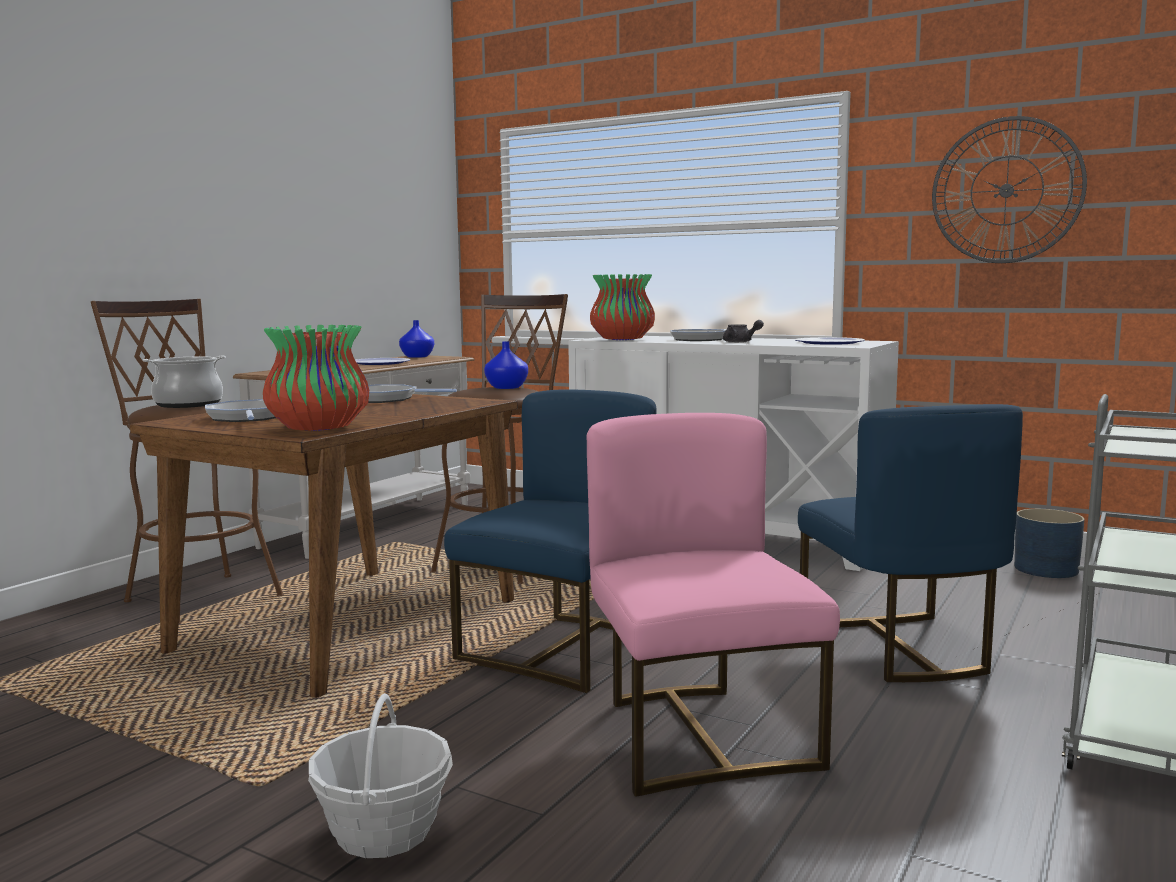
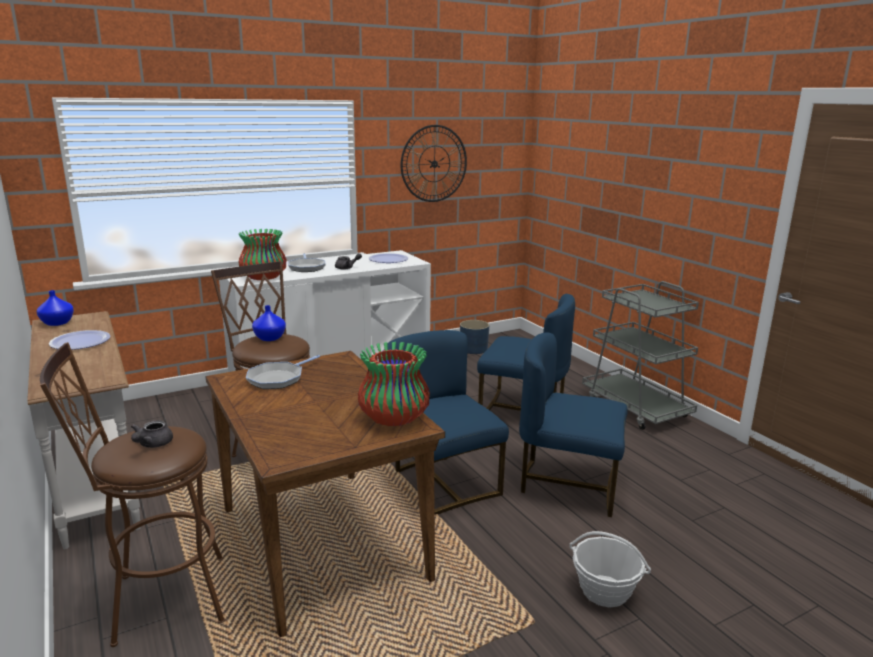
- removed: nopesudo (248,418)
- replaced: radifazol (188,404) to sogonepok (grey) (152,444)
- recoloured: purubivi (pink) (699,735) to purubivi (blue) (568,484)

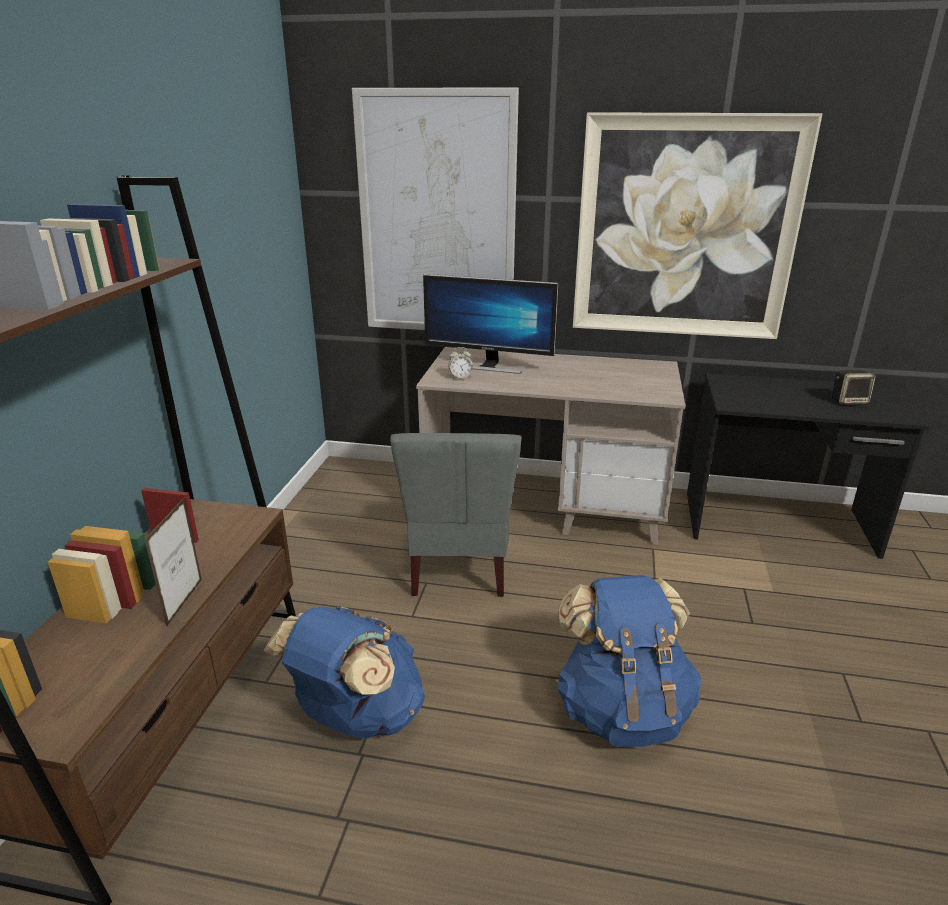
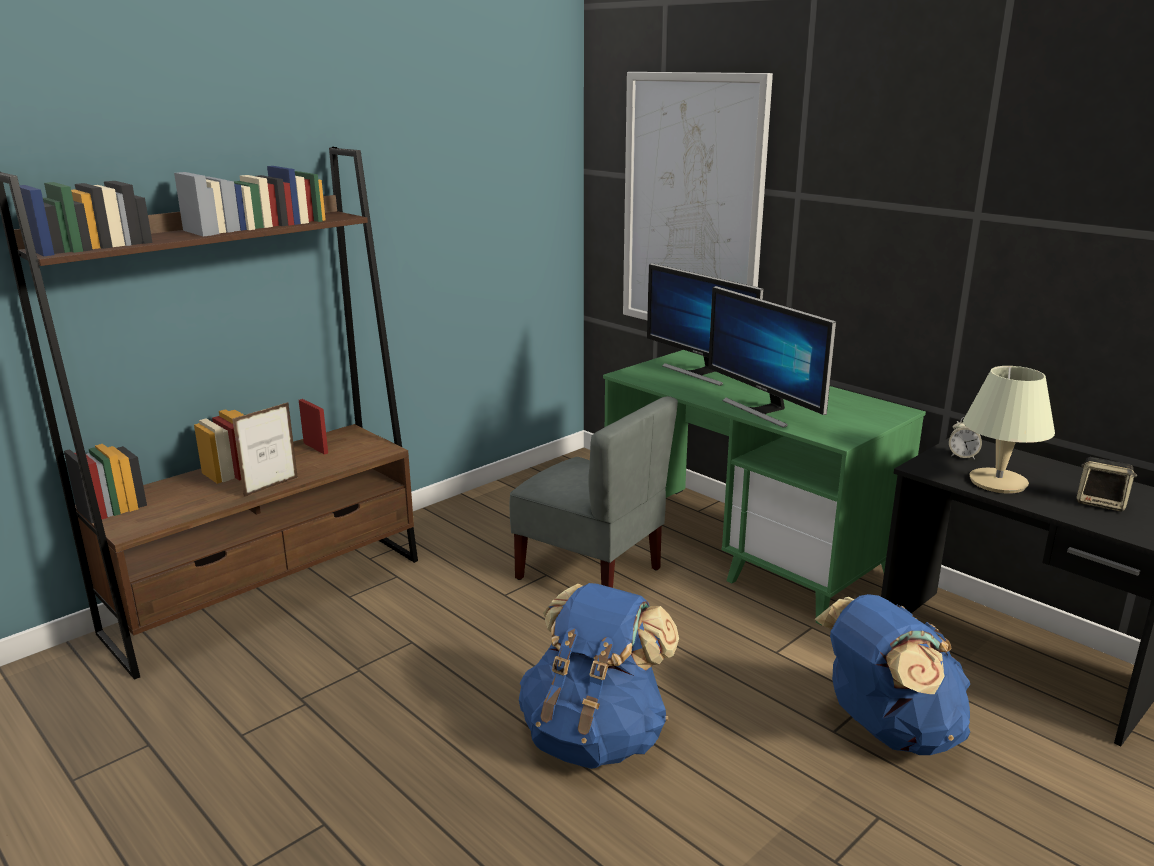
- removed: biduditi (685,229)
- added: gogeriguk (764,410)
- added: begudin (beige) (997,482)
- moved: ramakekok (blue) (356,717) to (887,730)
- moved: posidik (460,377) to (962,456)
- recoloured: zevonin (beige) (546,504) to zevonin (green) (746,549)
- turned: purubivi (grey) (459,566) = (591,573) 90 degrees counterclockwise

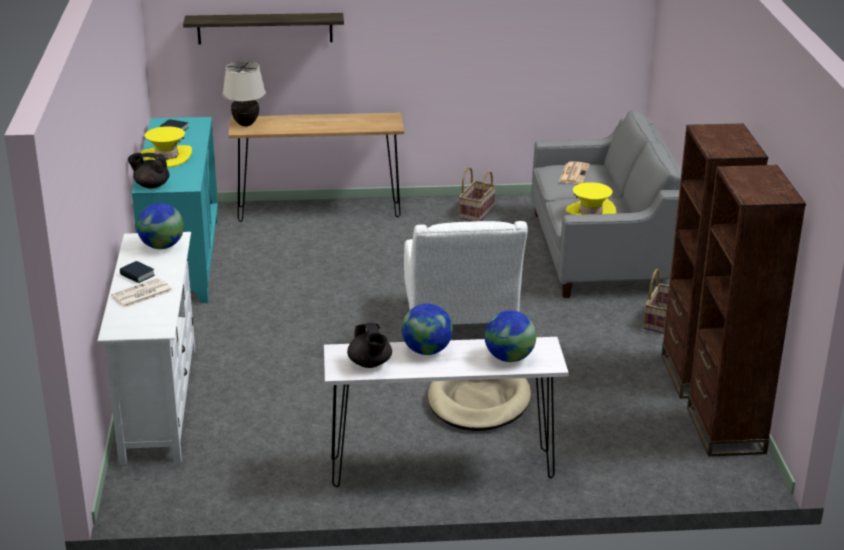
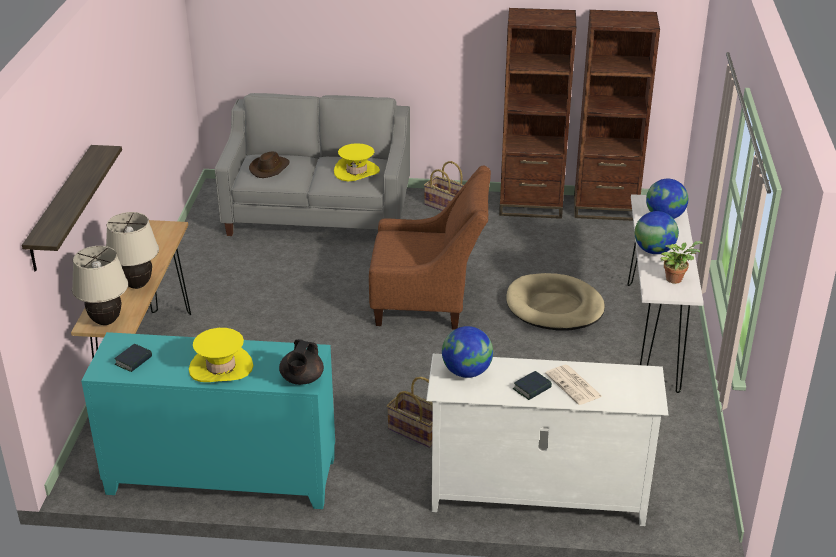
- added: begudin (beige) (137,285)
- moved: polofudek (476,212) to (415,431)
- replaced: sogonepok (black) (370,364) to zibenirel (675,278)
- replaced: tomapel (573,173) to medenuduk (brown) (270,168)
- recoloured: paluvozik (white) (460,326) to paluvozik (brown) (429,301)

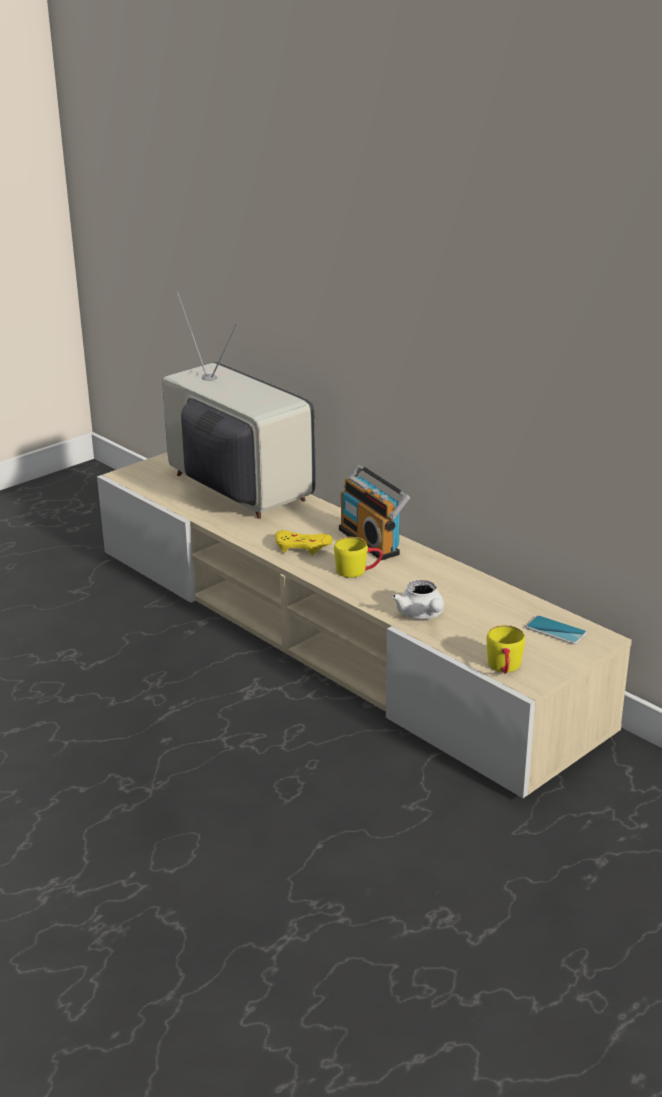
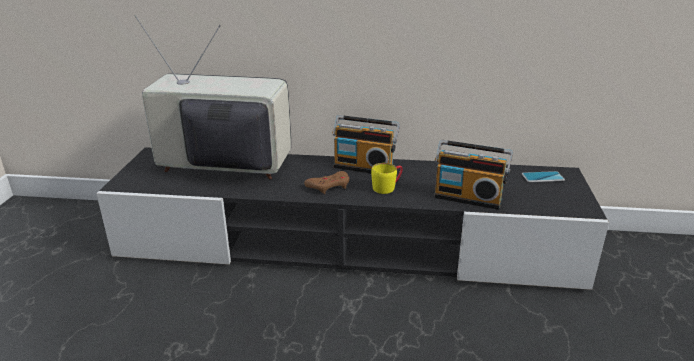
- removed: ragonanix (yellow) (505,668)
- replaced: sogonepok (white) (422,615) to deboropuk (468,197)
- recoloured: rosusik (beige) (333,636) to rosusik (black) (348,245)
- recoloured: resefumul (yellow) (302,547) to resefumul (brown) (329,186)

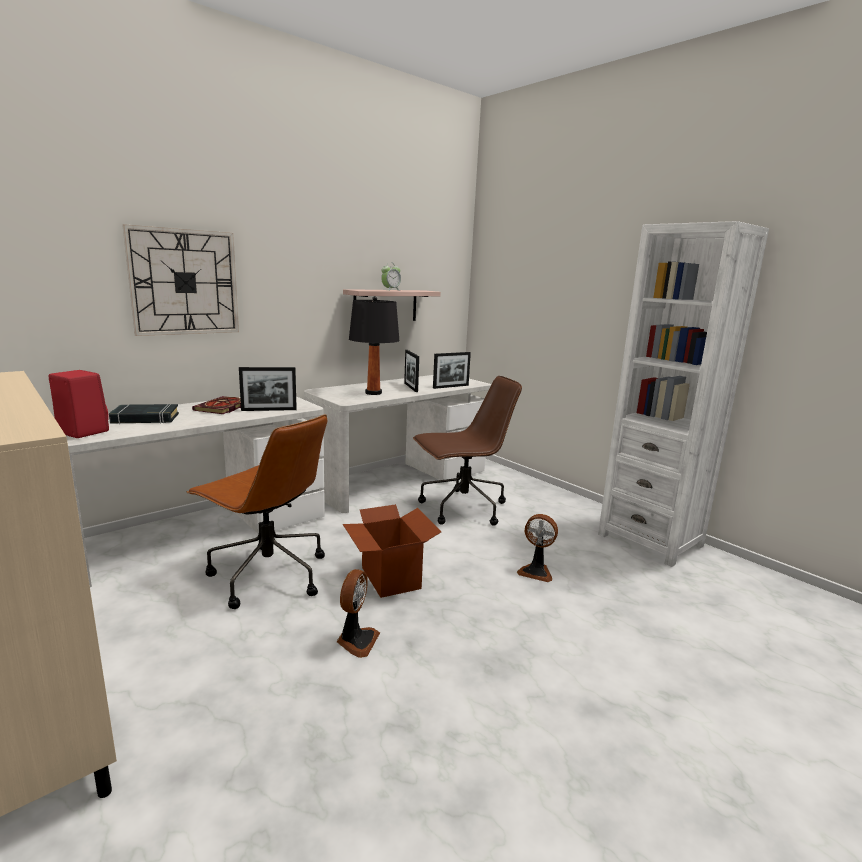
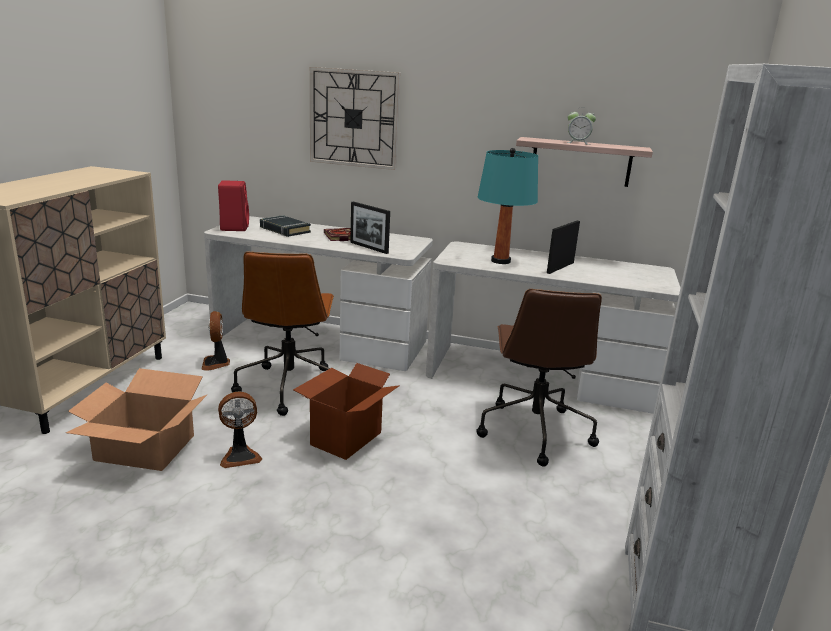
- removed: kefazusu (451,386)
- added: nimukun (145,448)
- moved: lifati (536,572) to (216,363)
- recoloured: begudin (black) (373,393) to begudin (turquoise) (500,261)
- turned: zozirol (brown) (462,509) = (534,431) 60 degrees clockwise

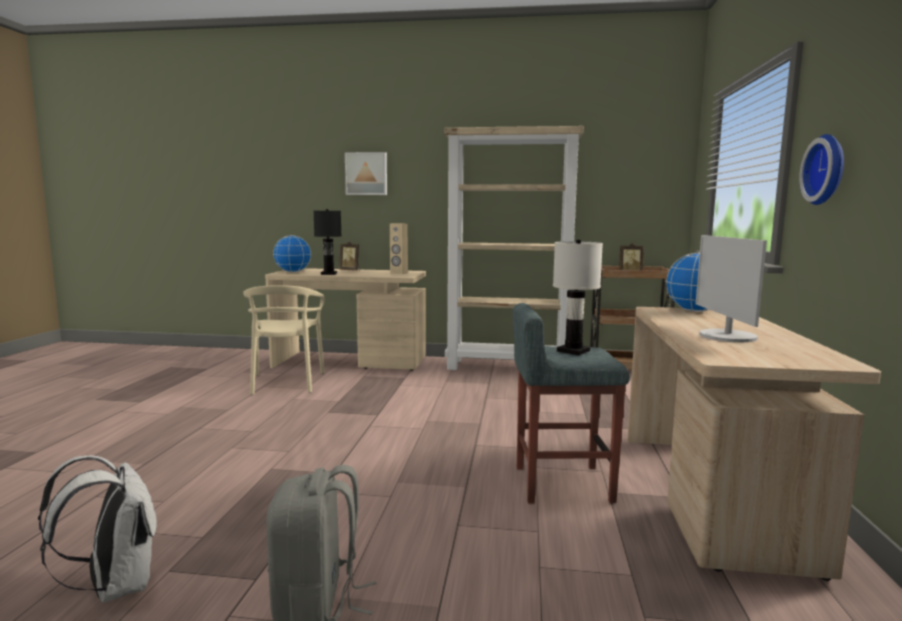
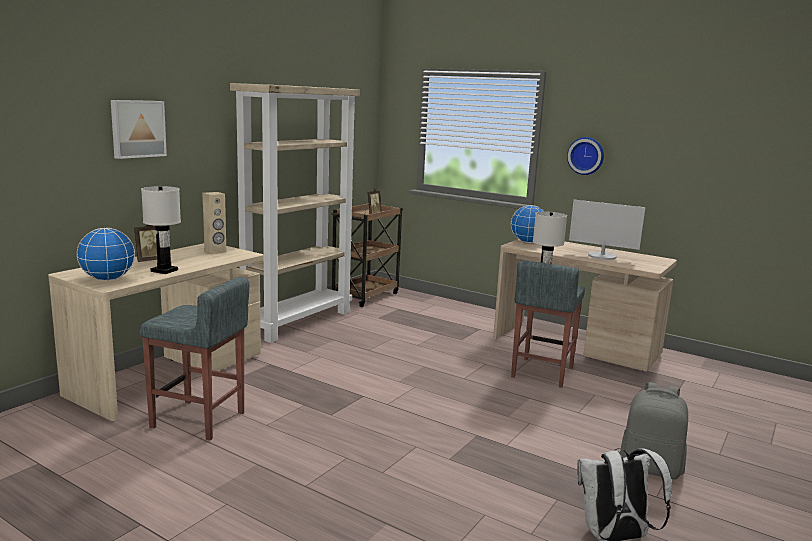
- replaced: purubivi (beige) (286,382) to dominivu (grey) (199,420)
- recoloured: begudin (black) (328,274) to begudin (white) (164,270)

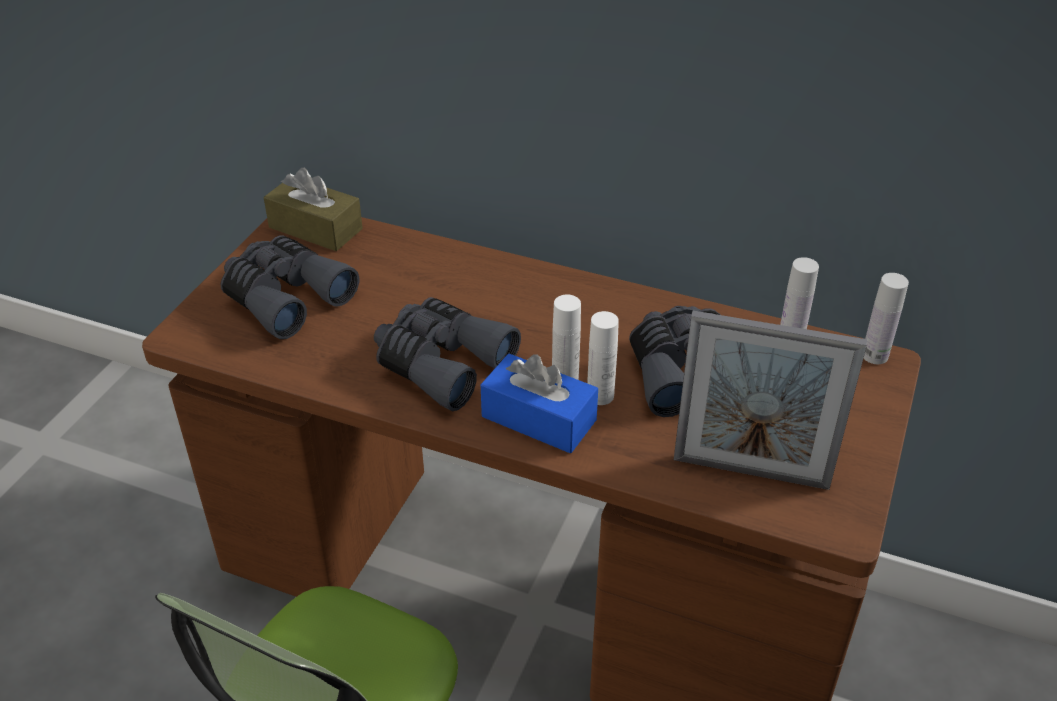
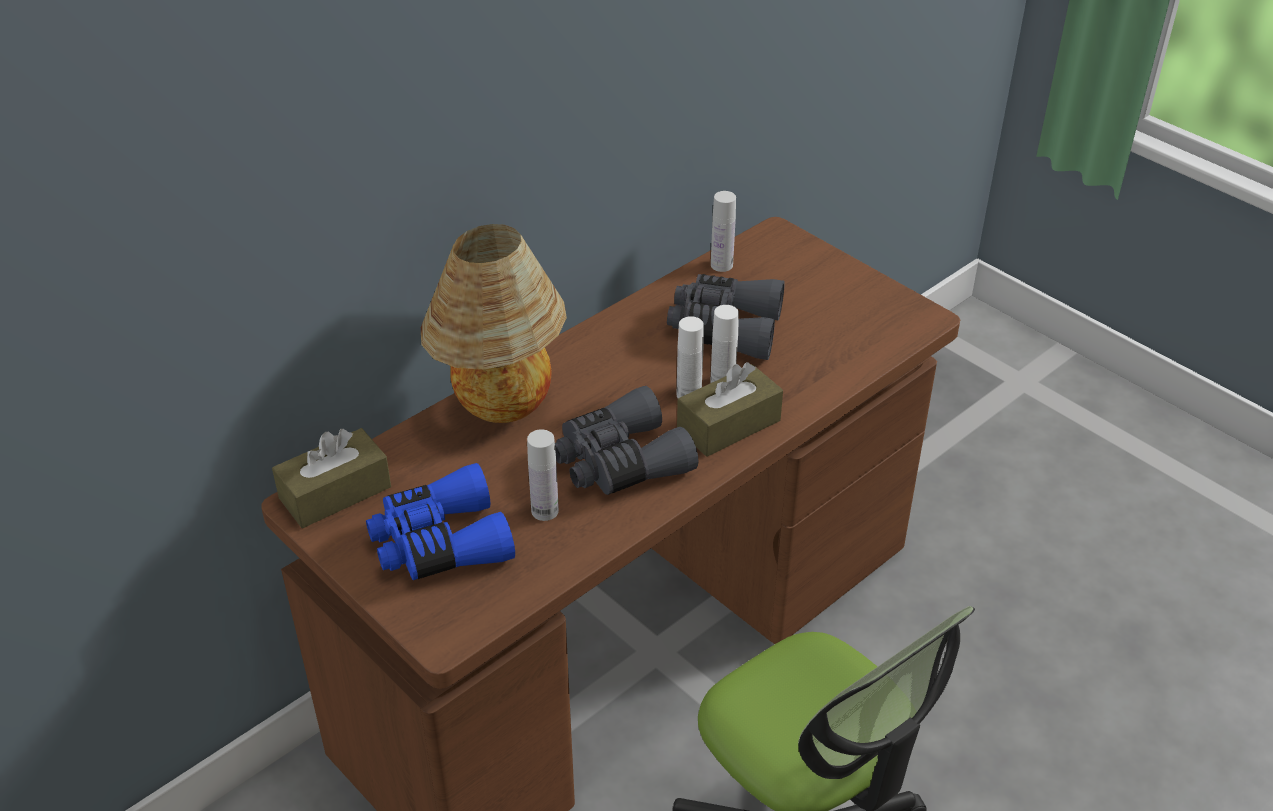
- removed: kefazusu (750,472)
- added: begudin (500,412)
- moved: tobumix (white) (874,355) to (545,511)
- recoloured: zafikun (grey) (285,297) to zafikun (blue) (439,543)
- recoloured: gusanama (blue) (539,418) to gusanama (brown) (728,425)

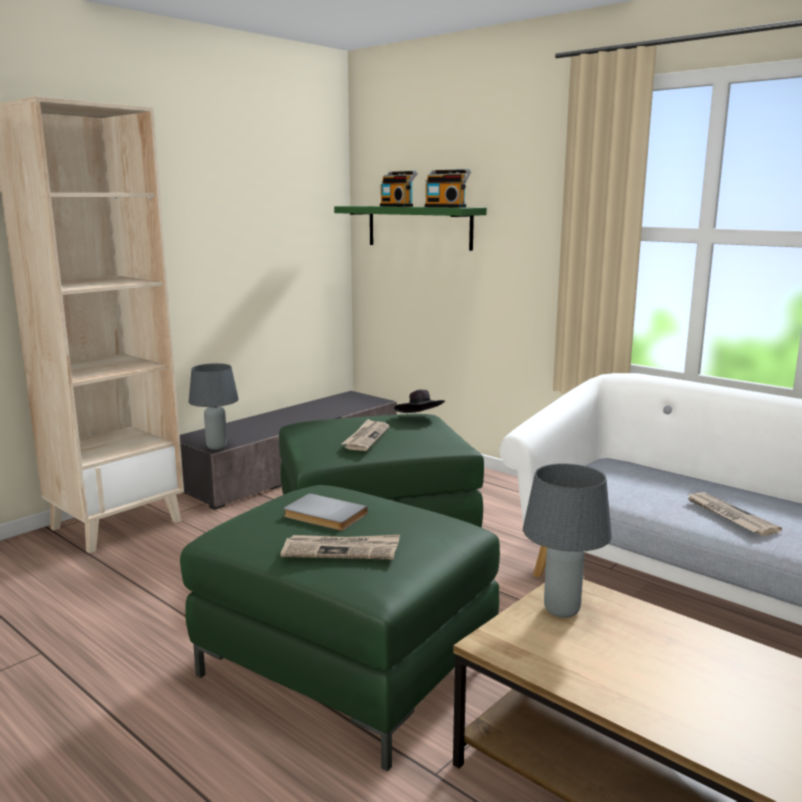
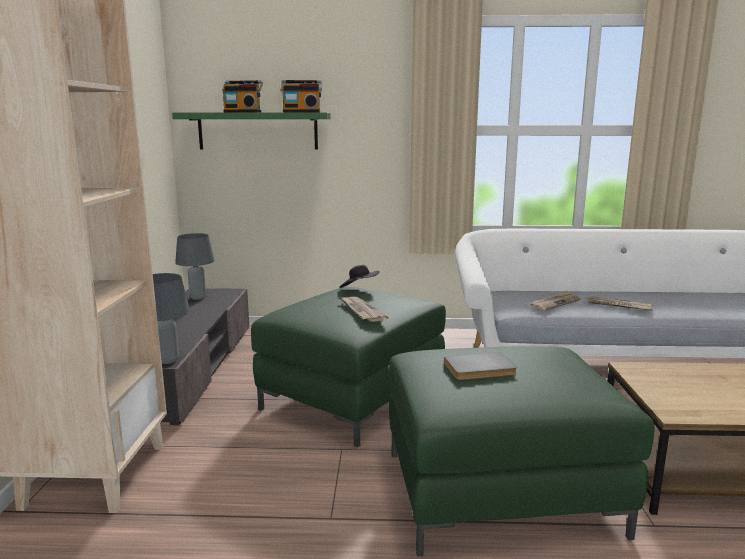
- moved: tomapel (341,550) to (555,303)
- moved: begudin (grey) (562,610) to (198,298)

